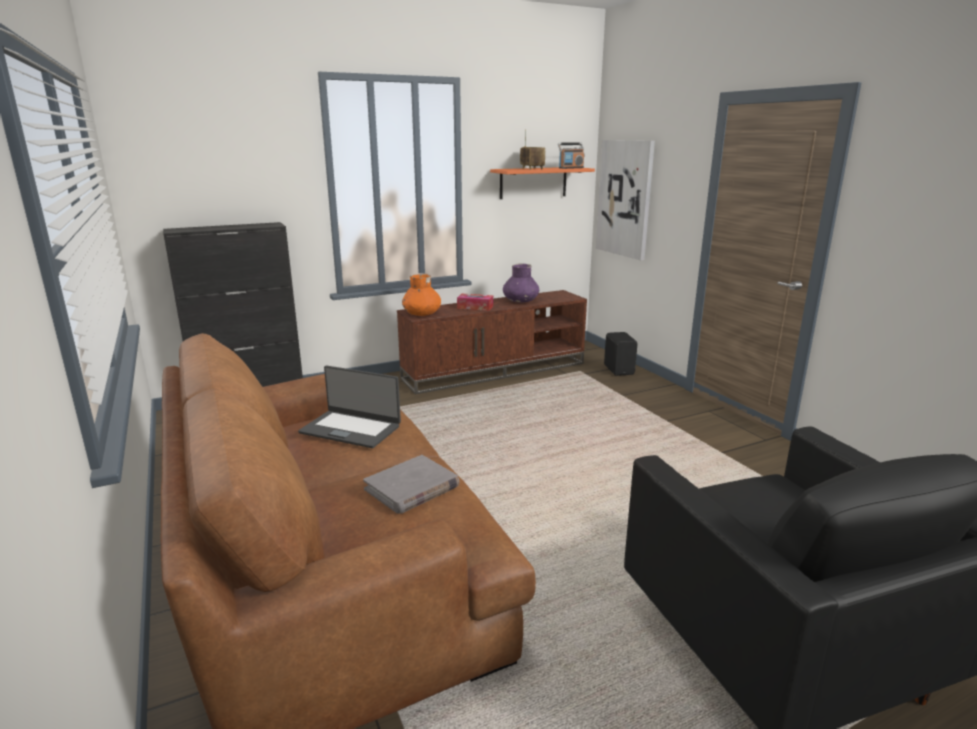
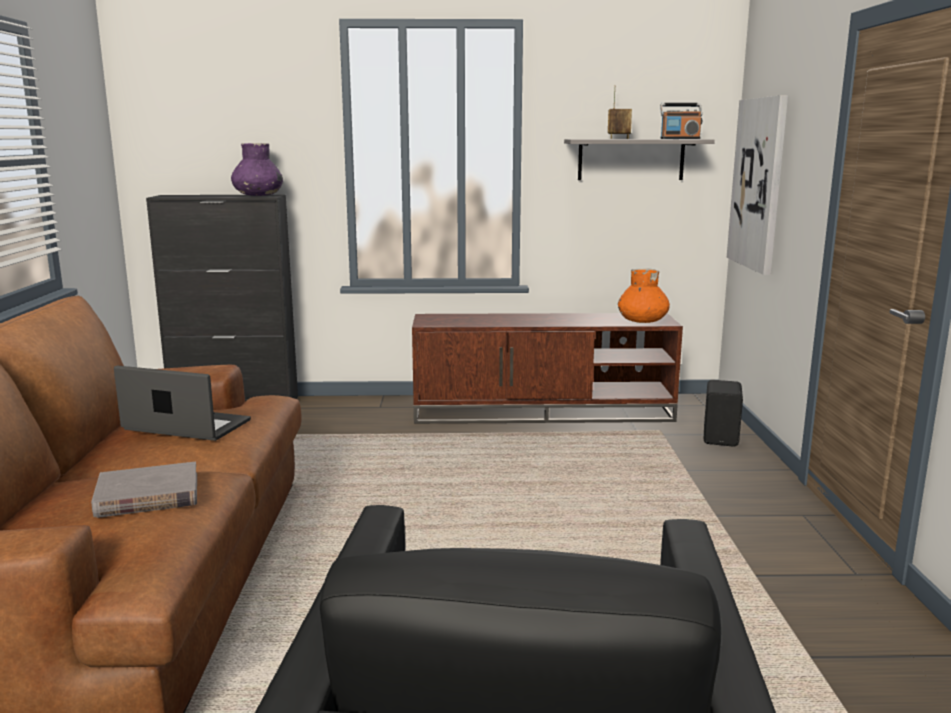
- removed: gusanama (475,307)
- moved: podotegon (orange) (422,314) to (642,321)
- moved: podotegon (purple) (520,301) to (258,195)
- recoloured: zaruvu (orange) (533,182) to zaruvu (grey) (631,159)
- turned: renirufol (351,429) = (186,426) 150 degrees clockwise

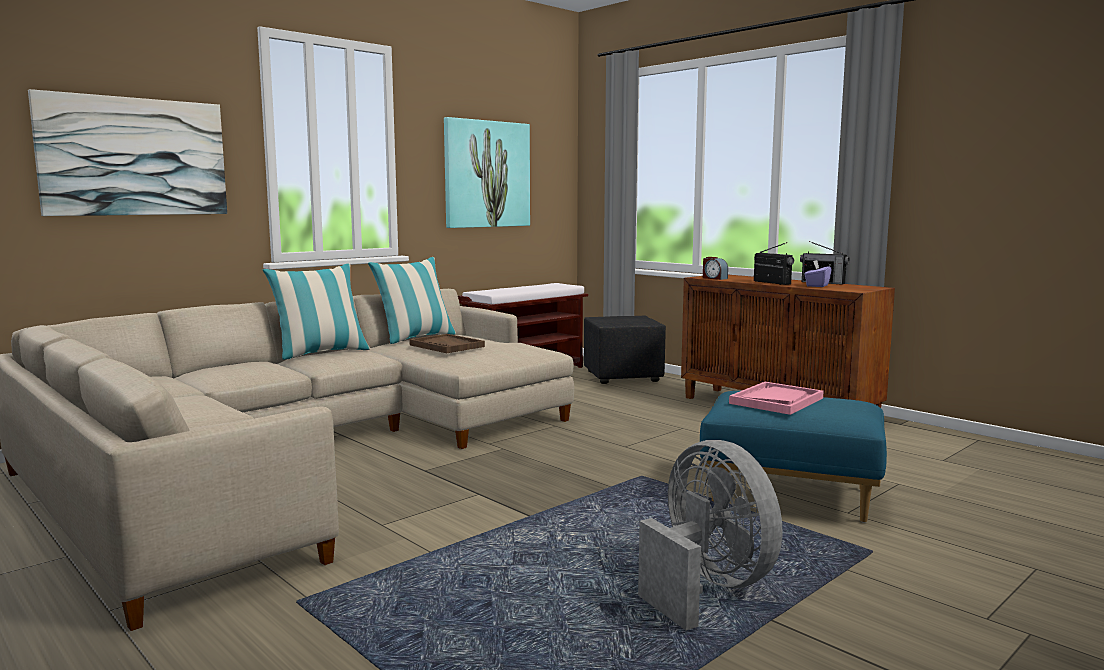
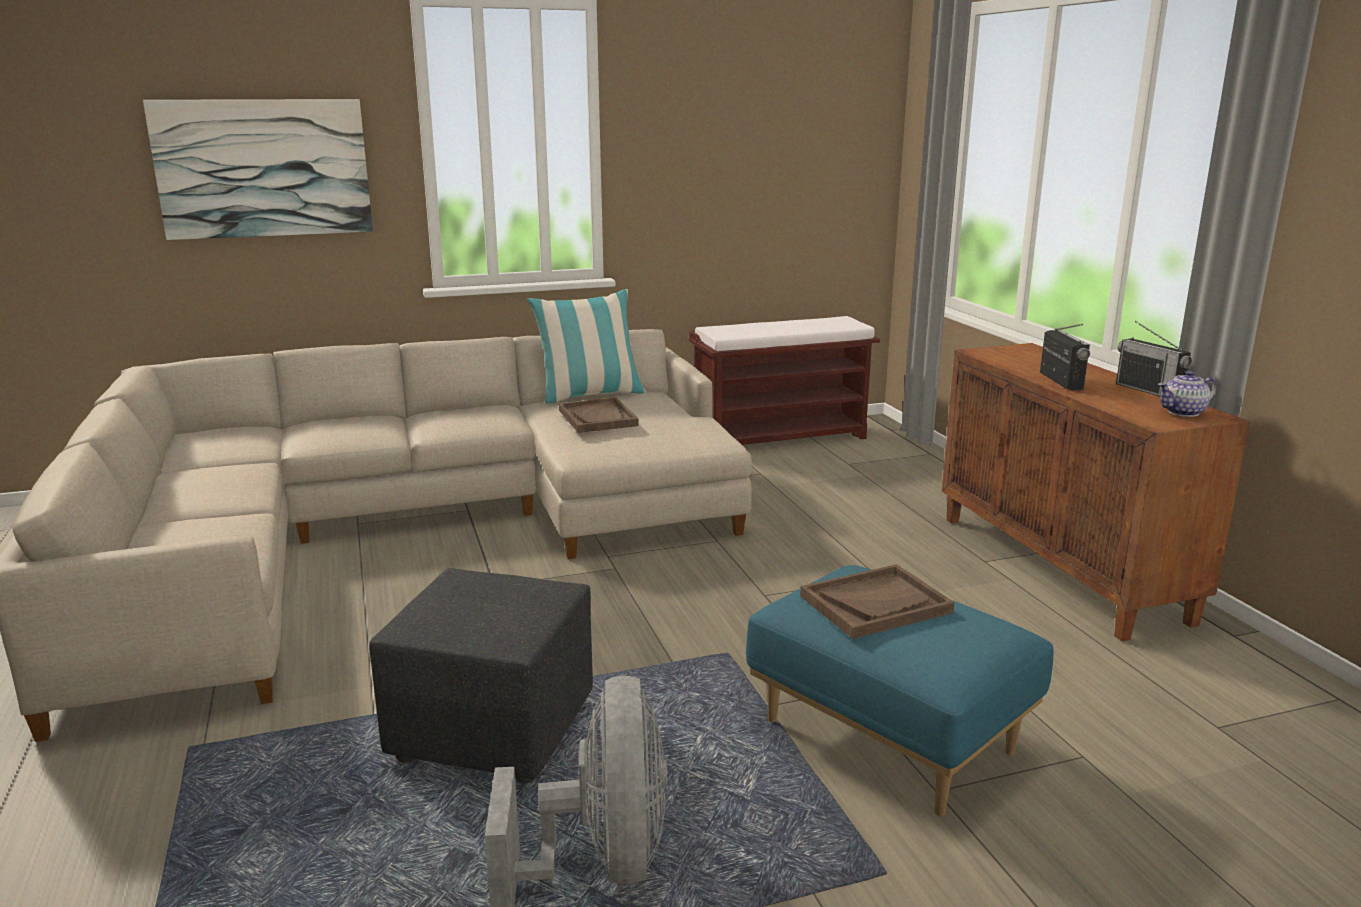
- removed: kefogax (321,353)
- removed: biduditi (486,174)
- removed: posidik (714,278)
- removed: gusanama (purple) (817,285)
- added: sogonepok (1184,412)
- moved: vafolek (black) (621,376) to (492,730)
- recoloured: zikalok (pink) (776,400) to zikalok (brown) (875,604)

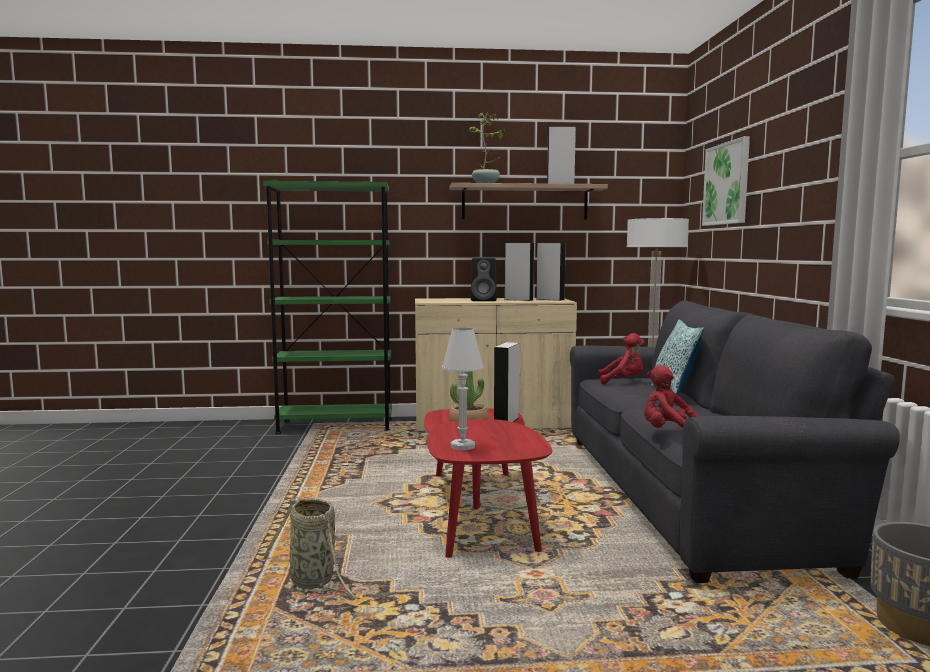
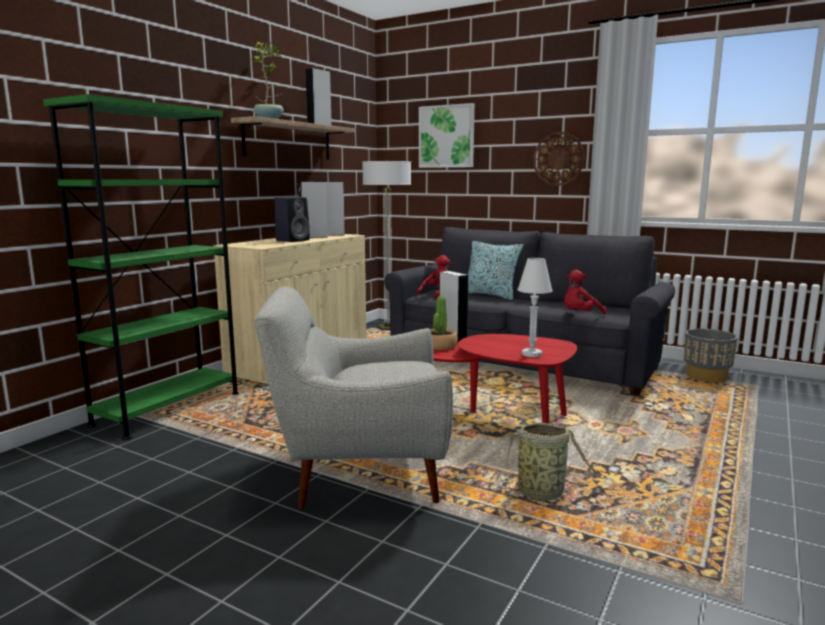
- added: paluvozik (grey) (359,472)
- added: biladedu (558,159)

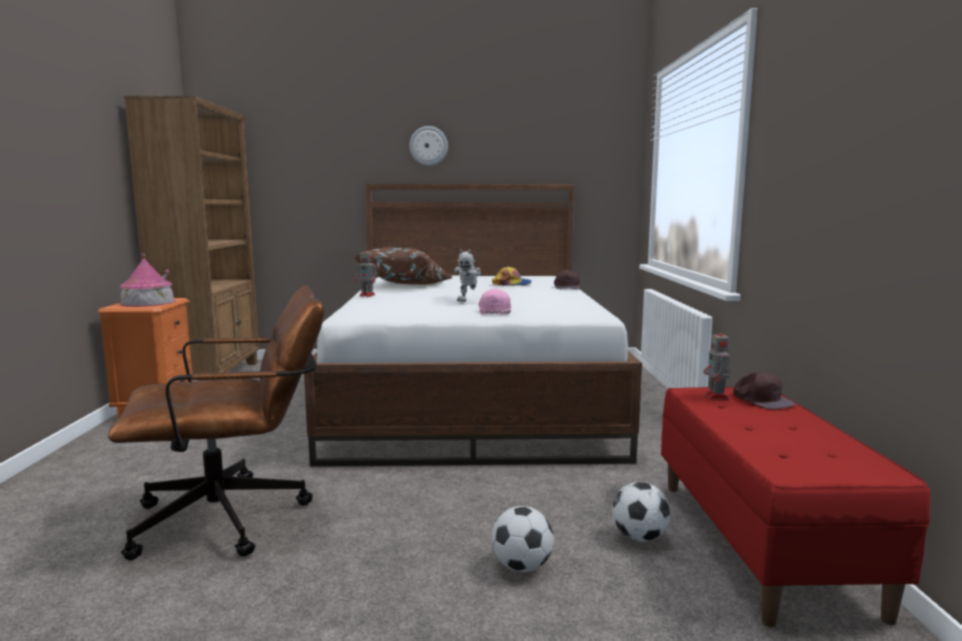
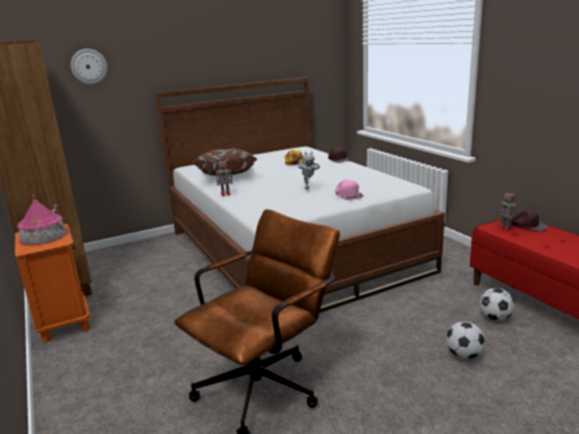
- moved: biladedu (428,146) to (89,66)

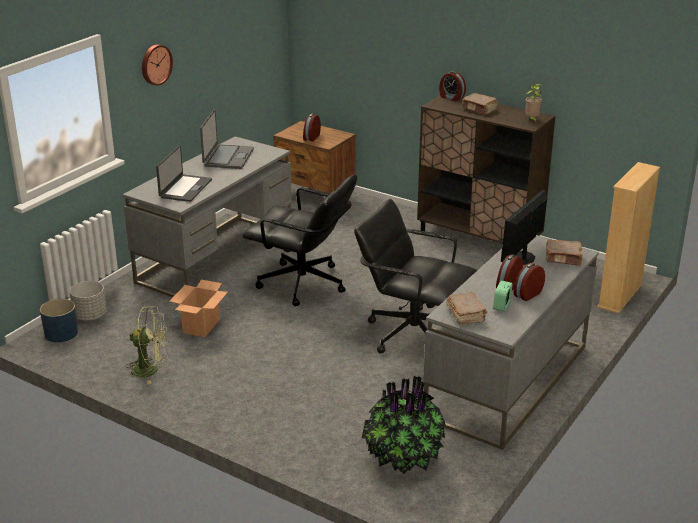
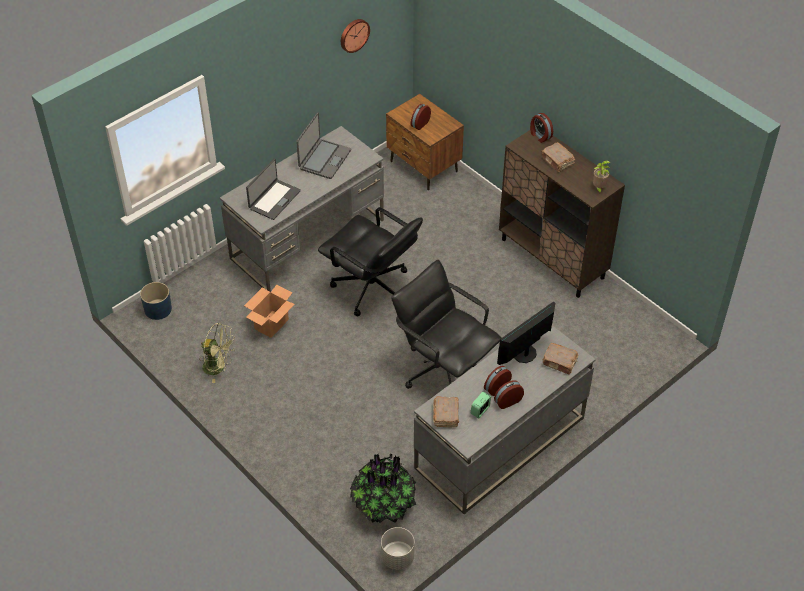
- removed: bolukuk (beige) (620,296)
- moved: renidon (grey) (90,316) to (397,558)
- moved: biladedu (155,64) to (353,35)

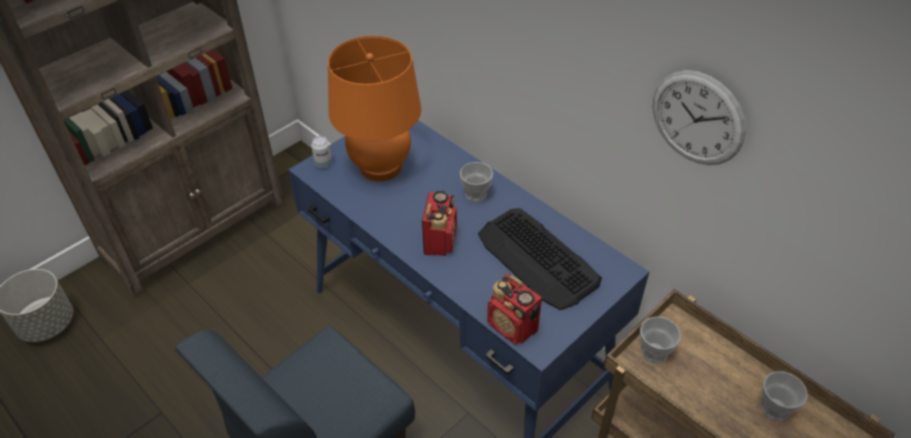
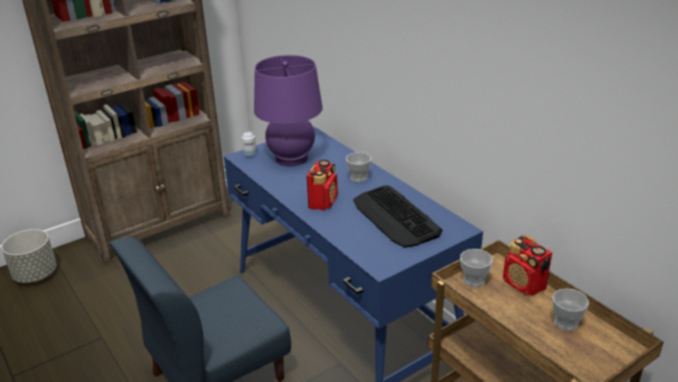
- removed: biladedu (697,118)
- moved: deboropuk (513,327) to (524,285)
- recoloured: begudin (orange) (380,166) to begudin (purple) (291,158)

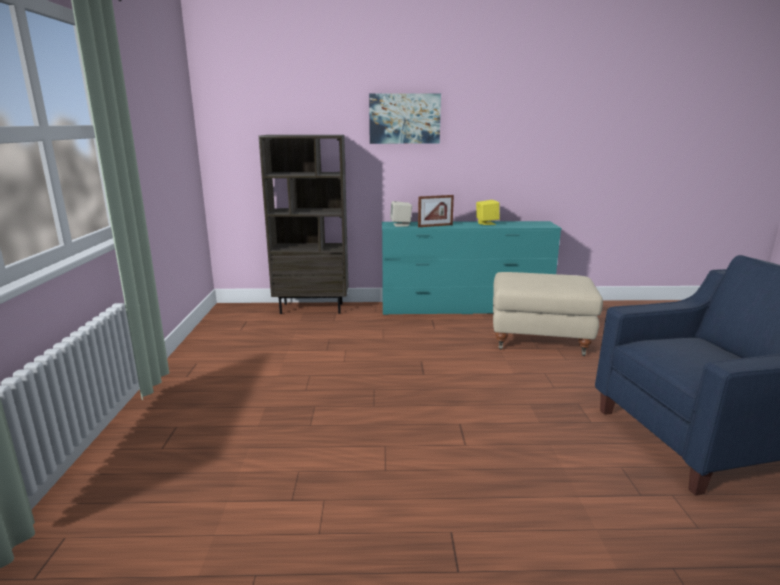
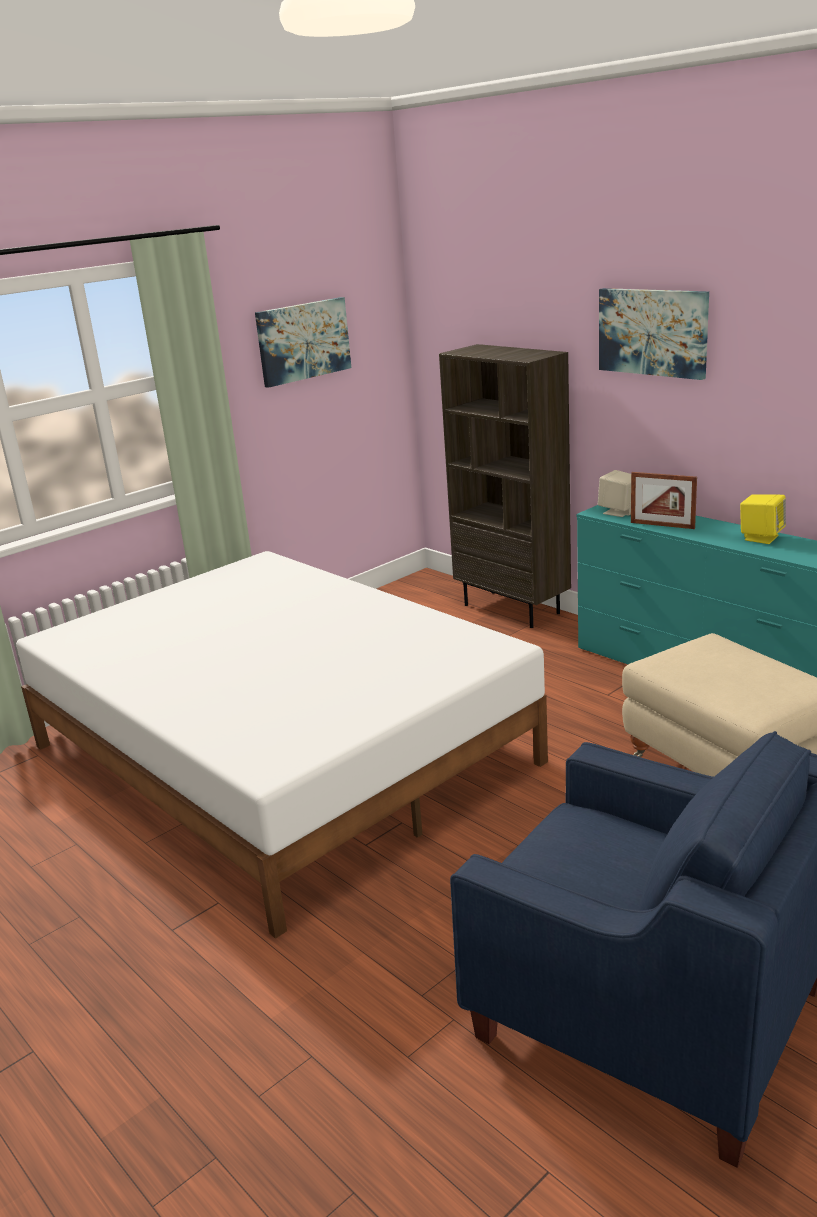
- added: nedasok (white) (280,753)
- added: biduditi (303,341)

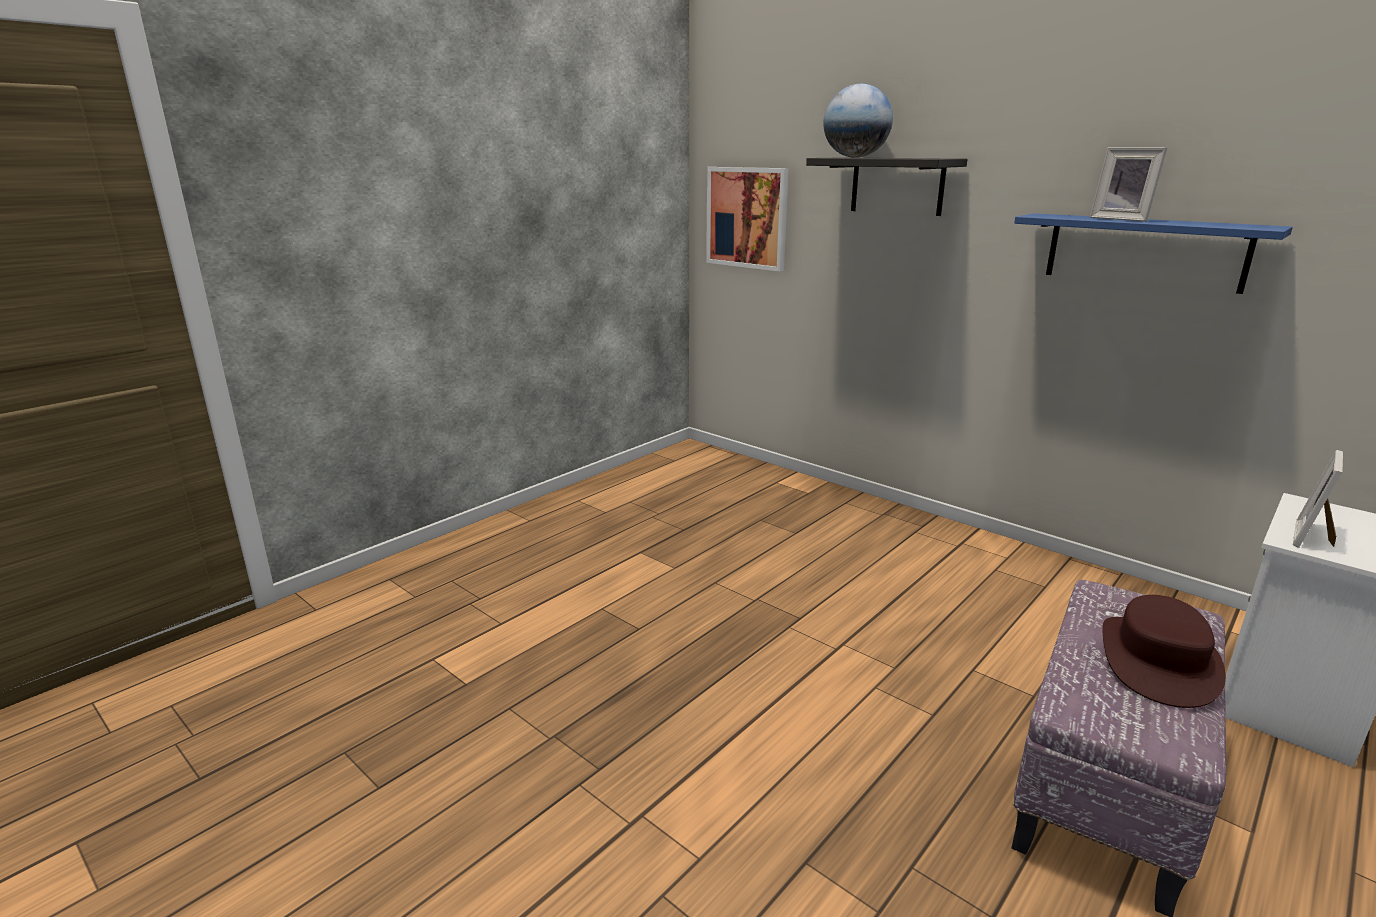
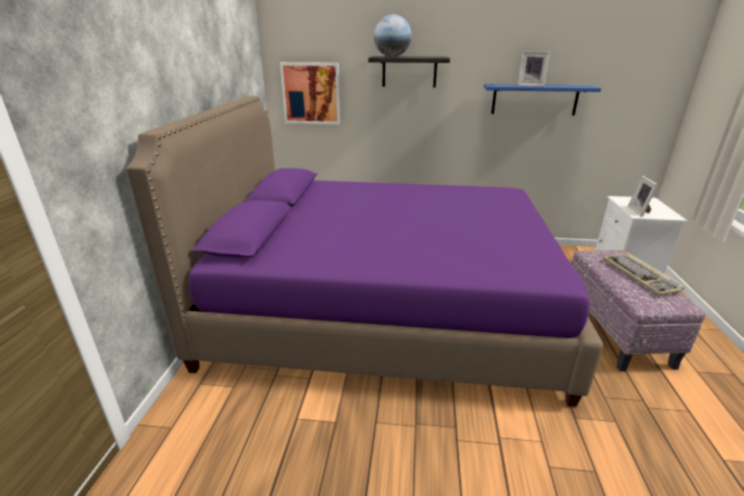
- added: nedasok (purple) (385,308)
- replaced: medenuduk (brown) (1158,661) to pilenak (641,275)

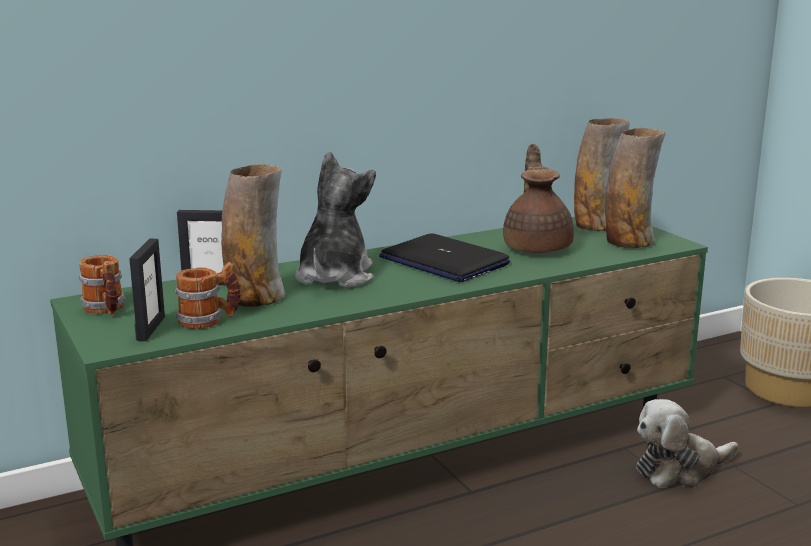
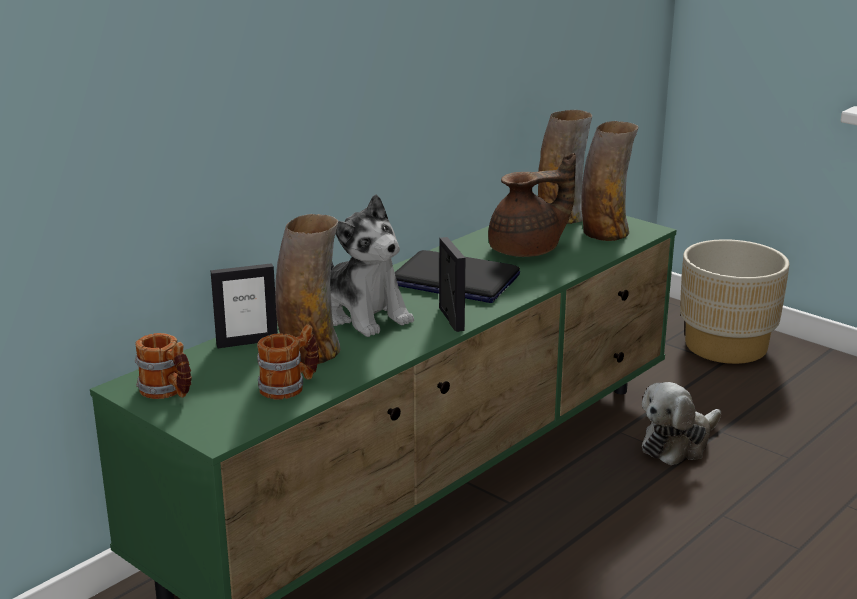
- moved: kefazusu (150,328) to (450,319)
- turned: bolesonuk (334,277) = (365,315) 150 degrees clockwise
- turned: sogonepok (brown) (537,247) = (528,251) 90 degrees clockwise

